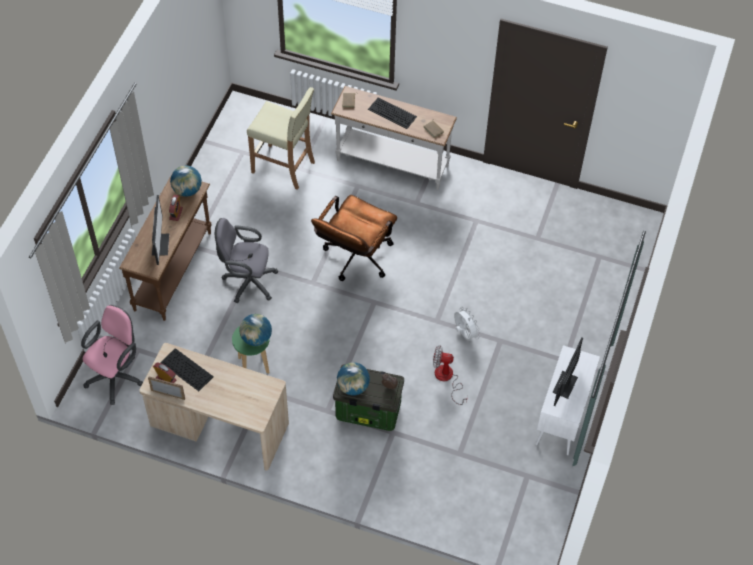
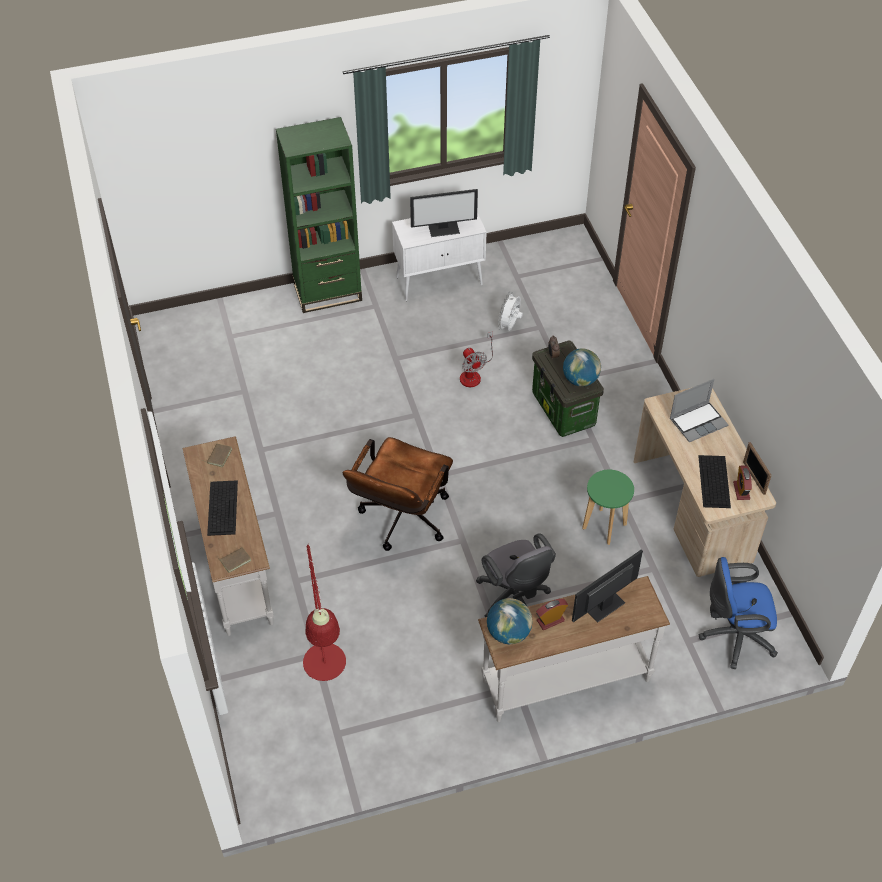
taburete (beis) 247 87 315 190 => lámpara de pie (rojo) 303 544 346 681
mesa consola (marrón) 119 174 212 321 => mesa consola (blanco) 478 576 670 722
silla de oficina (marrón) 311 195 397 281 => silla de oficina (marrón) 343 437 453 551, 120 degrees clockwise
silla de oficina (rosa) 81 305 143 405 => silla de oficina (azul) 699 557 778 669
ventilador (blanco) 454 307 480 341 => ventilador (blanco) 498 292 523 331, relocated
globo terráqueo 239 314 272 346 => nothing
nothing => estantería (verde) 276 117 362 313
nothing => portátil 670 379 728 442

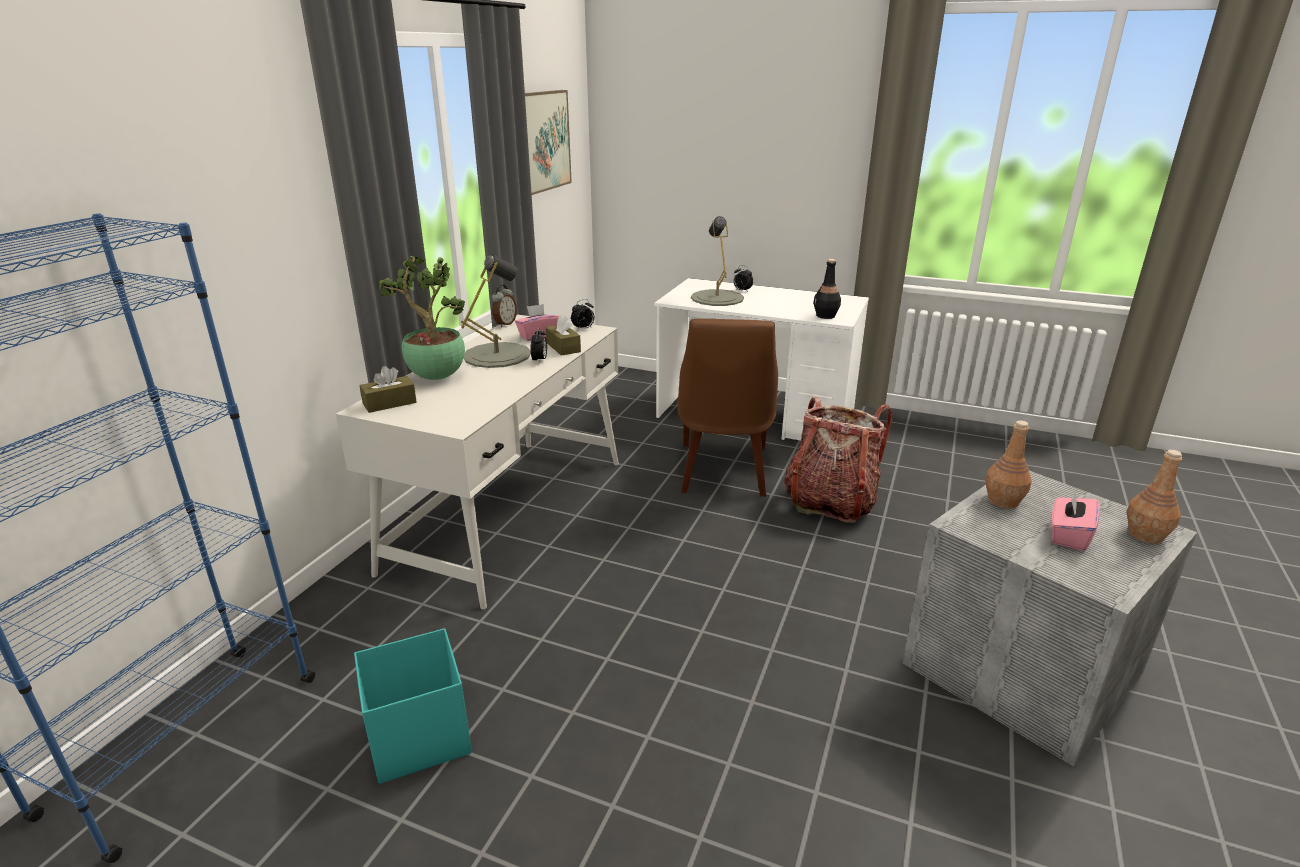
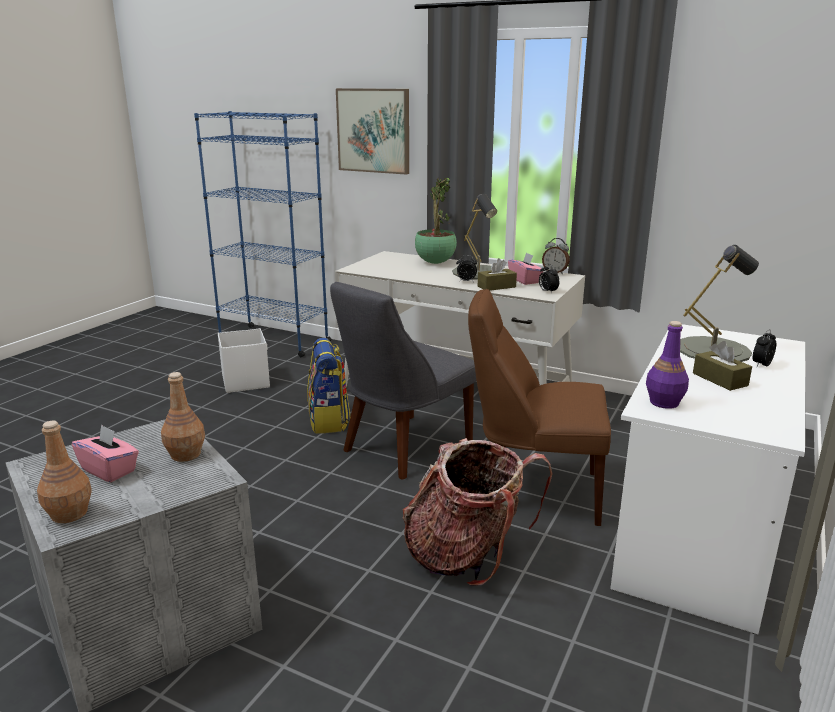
cuadro 525 90 572 195 => cuadro 336 88 409 175, relocated
botella (negro) 813 259 841 319 => botella (morado) 646 321 689 409
caja de pañuelos (marrón) 359 366 417 413 => caja de pañuelos (marrón) 693 341 752 391, relocated
caja de almacenaje (turquesa) 354 628 472 784 => caja de almacenaje (blanco) 218 328 270 393
nothing => silla (gris) 330 282 476 480
nothing => mochila 307 338 350 434

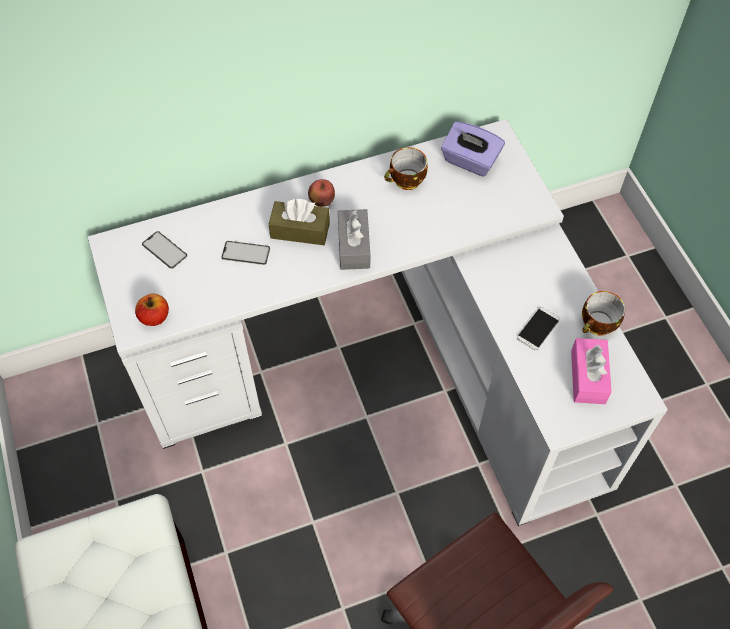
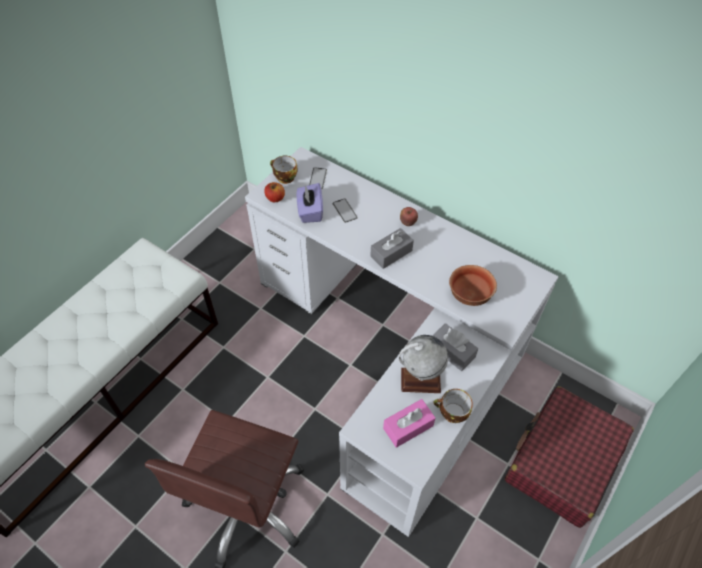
caja de pañuelos (morado) 441 121 505 177 => caja de pañuelos (morado) 297 183 323 223, relocated
taza 384 147 428 190 => taza 270 155 297 184, relocated
caja de pañuelos (marrón) 269 199 330 245 => nothing
móvil 517 307 560 350 => globo terráqueo 399 335 448 393
nothing => cuenco 449 265 497 306
nothing => caja de pañuelos (gris) 432 323 478 371
nothing => maleta (rojo) 505 386 634 528

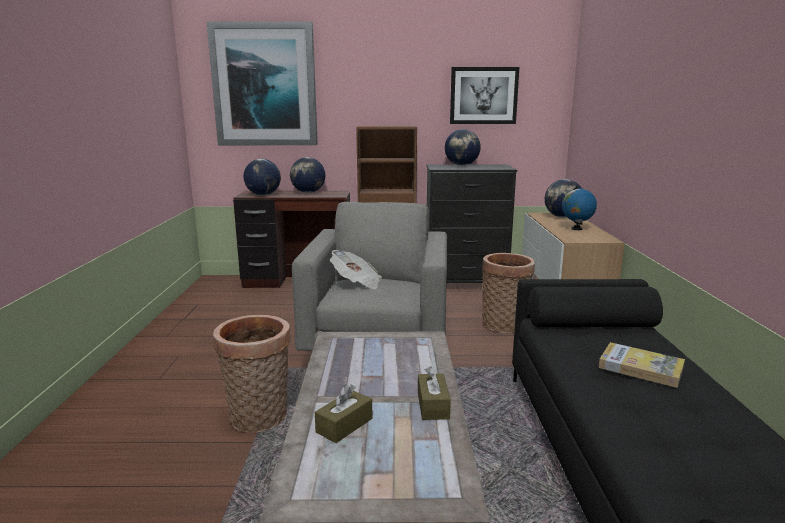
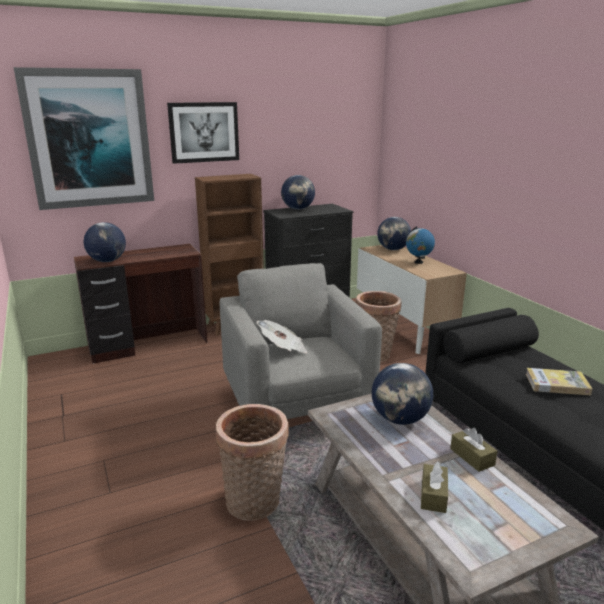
cuadro 450 67 519 124 => cuadro 167 102 239 164, relocated
globo terráqueo 290 157 325 193 => globo terráqueo 372 363 433 425, relocated

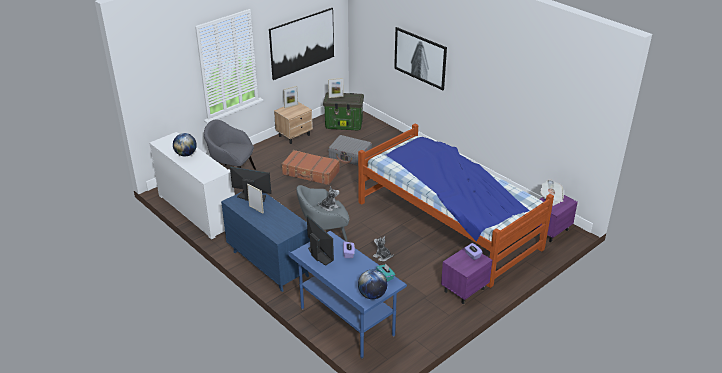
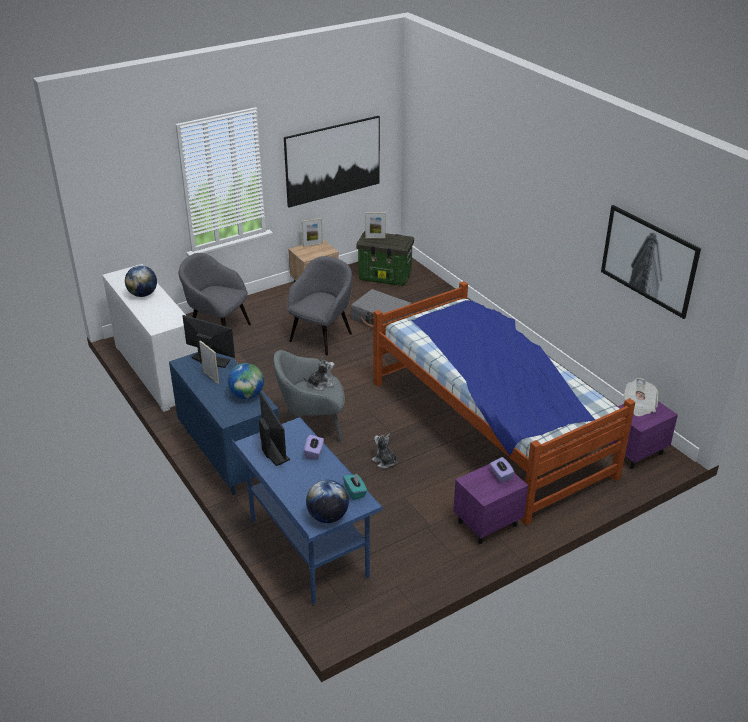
cuadro 394 27 447 90 => cuadro 601 205 701 319, relocated
maleta (marrón) 282 150 340 185 => sillón (gris) 288 256 352 355
nothing => globo terráqueo 228 363 264 399

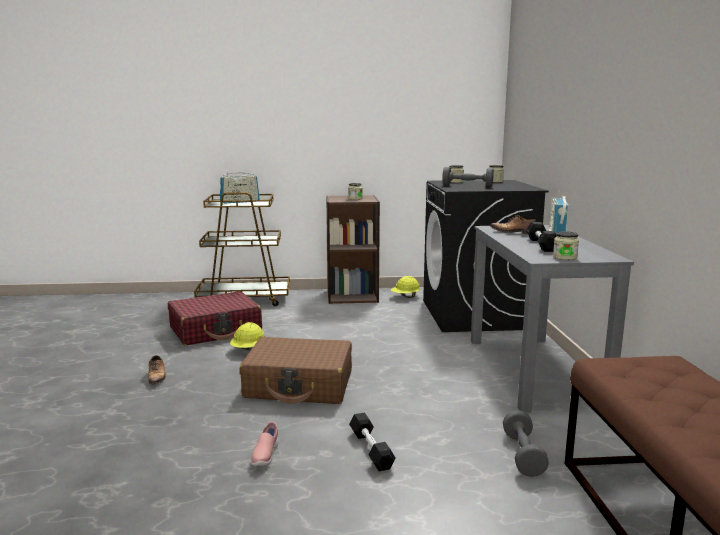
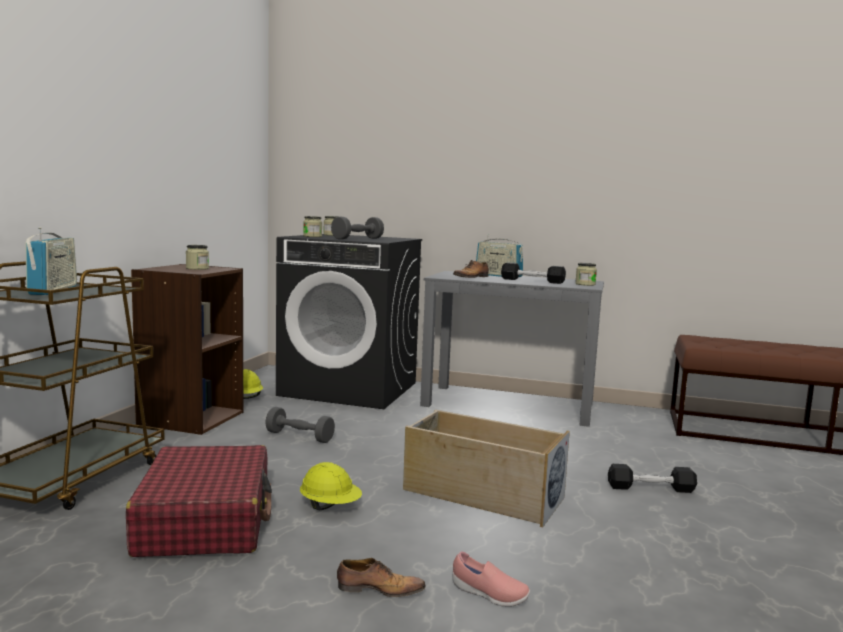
maleta (marrón) 239 337 352 404 => caja de almacenaje (beis) 403 409 570 527
mancuerna (gris) 503 410 549 477 => mancuerna (gris) 265 407 335 443, relocated
zapato (rosa) 251 421 279 467 => zapato (rosa) 452 552 530 607, relocated

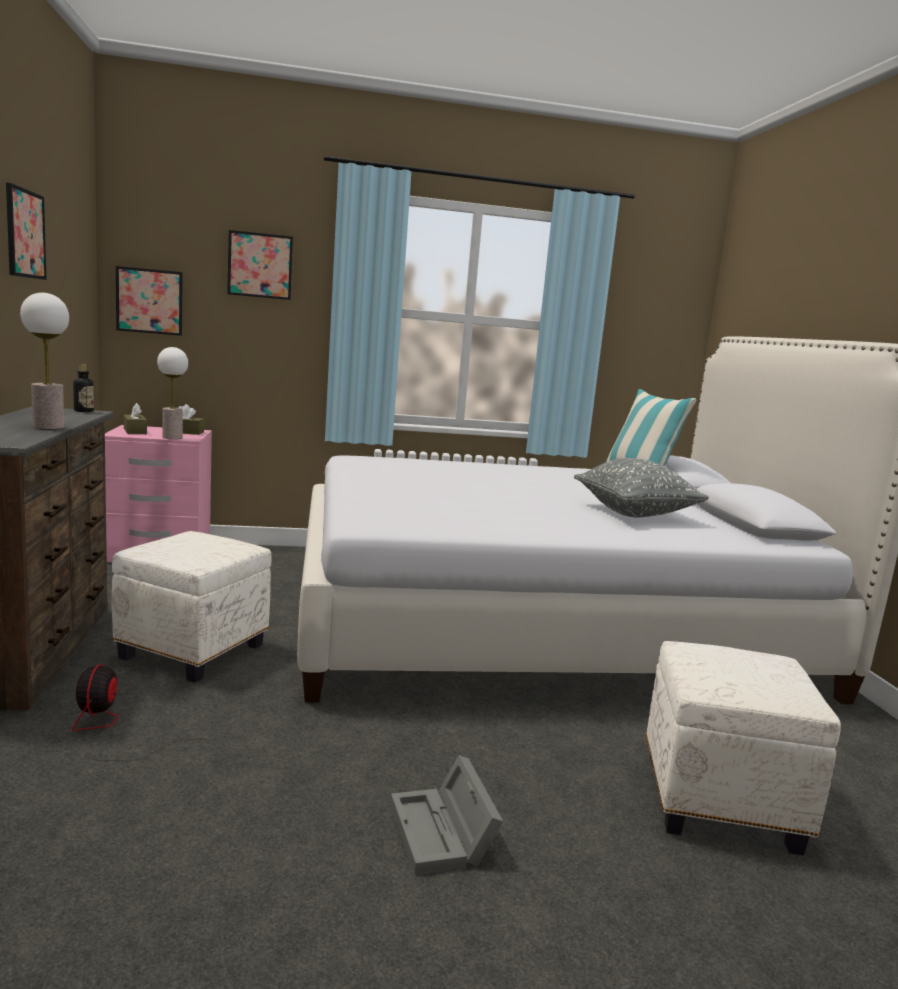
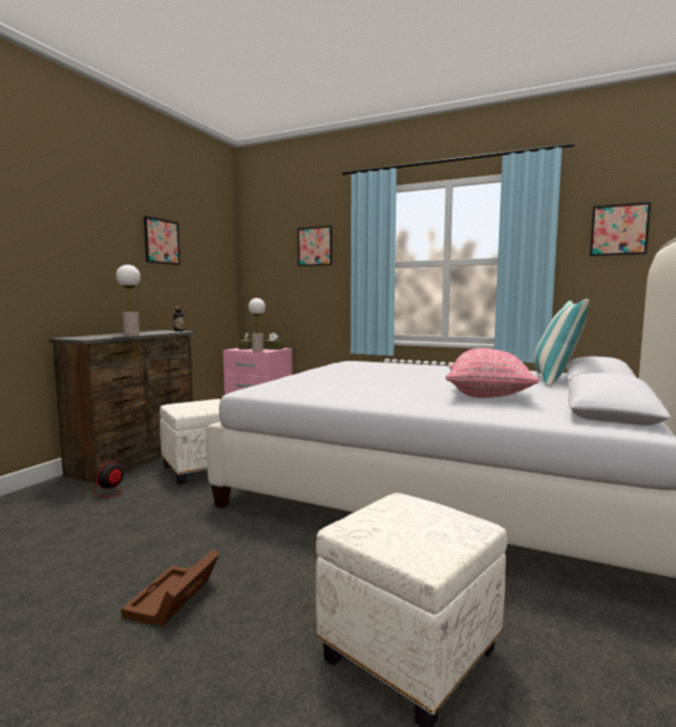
cuadro 116 266 183 336 => cuadro 590 202 651 256, relocated
cojín (gris) 574 458 709 517 => cojín (rosa) 446 348 539 398
caja de almacenaje (gris) 390 755 503 875 => caja de almacenaje (marrón) 121 549 220 627

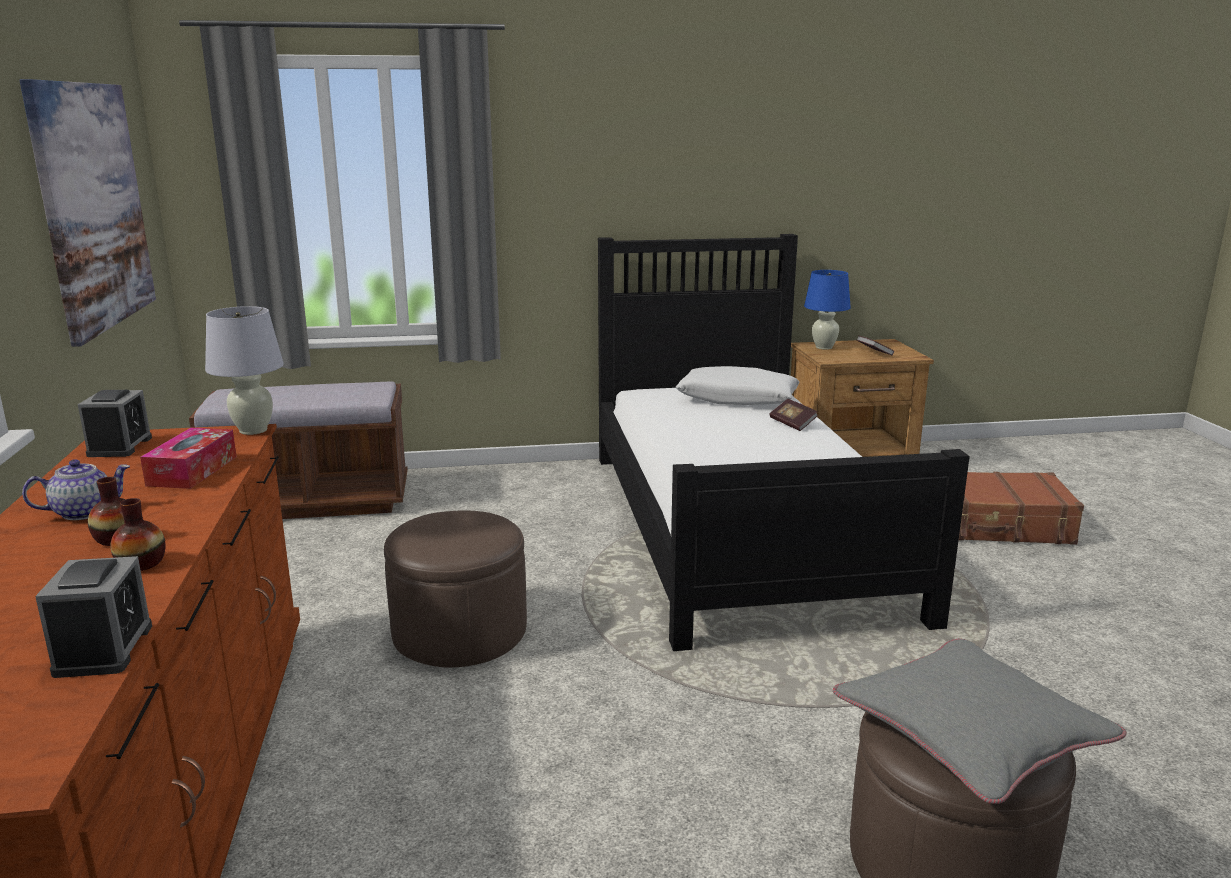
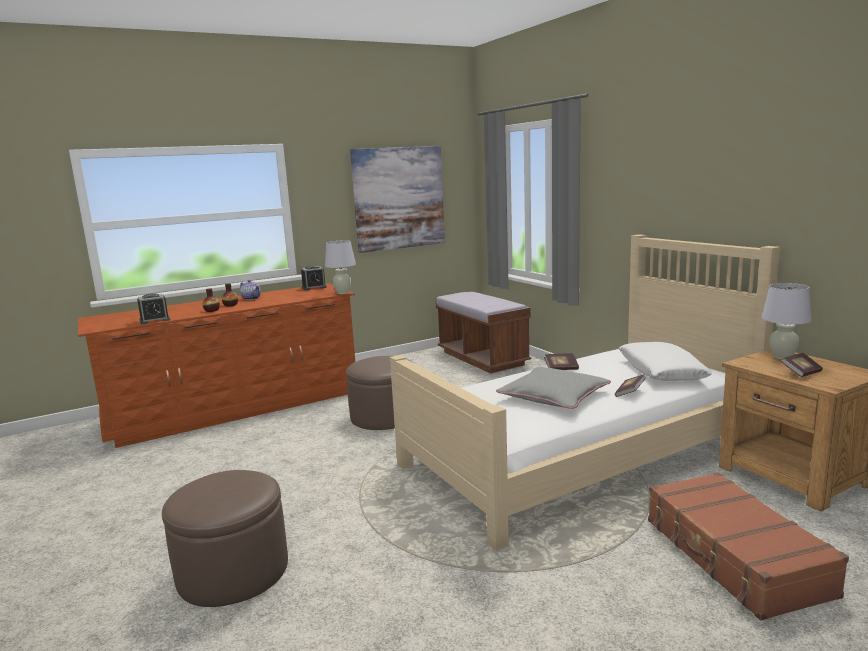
cama (negro) 598 234 970 651 => cama (beis) 390 234 780 551
lámpara de mesa (azul) 804 270 851 350 => lámpara de mesa (blanco) 761 283 812 360
caja de pañuelos 140 428 237 489 => nothing
cojín (gris) 833 639 1126 804 => cojín (gris) 496 367 611 409, relocated
nothing => libro 544 353 579 370

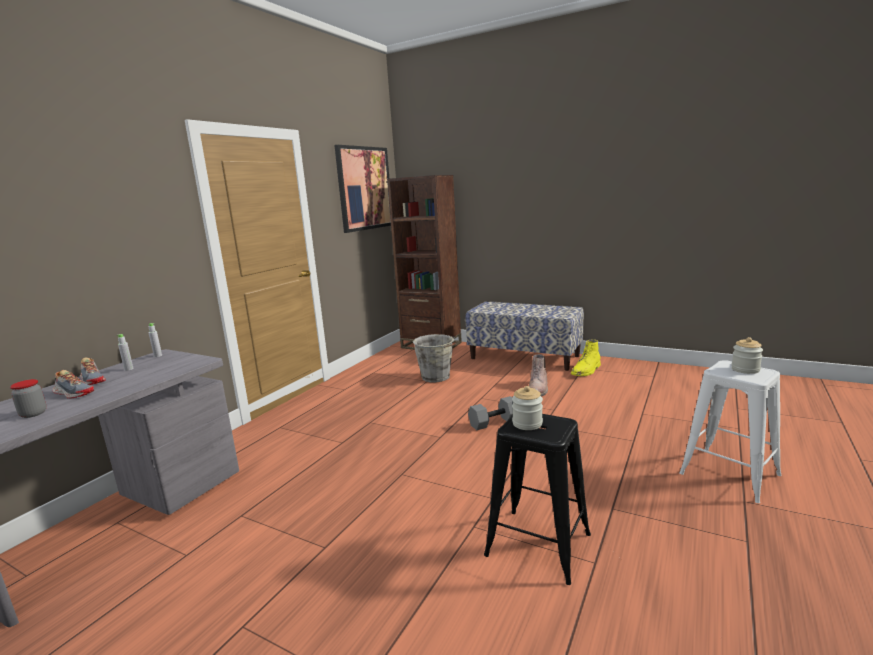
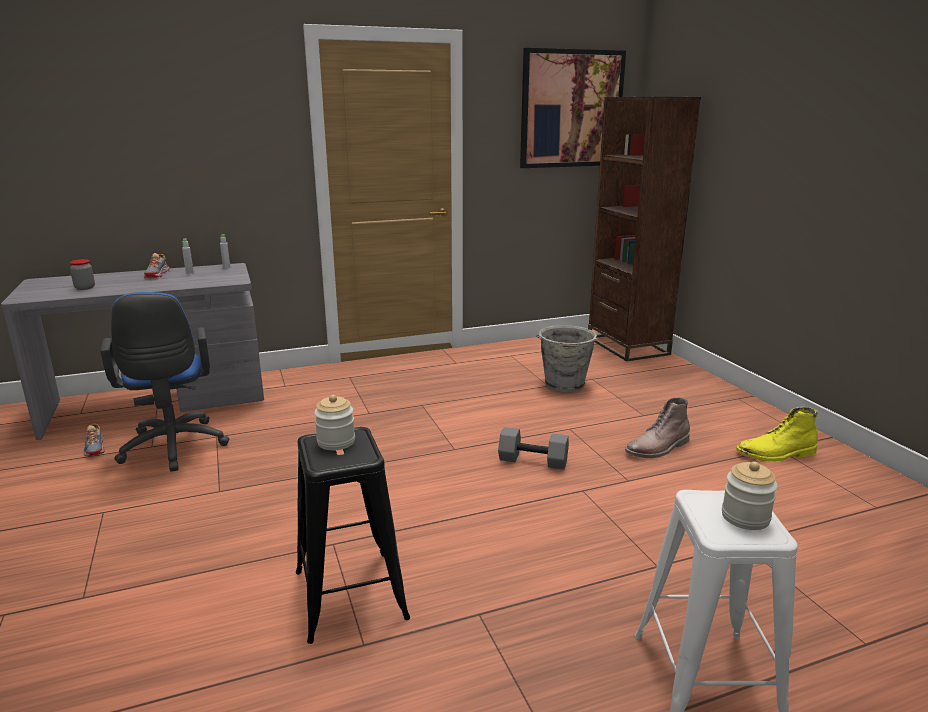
banco 465 301 584 371 => nothing
zapato 52 370 94 399 => zapato 83 423 105 456, relocated
nothing => silla de oficina (azul) 100 292 230 472

